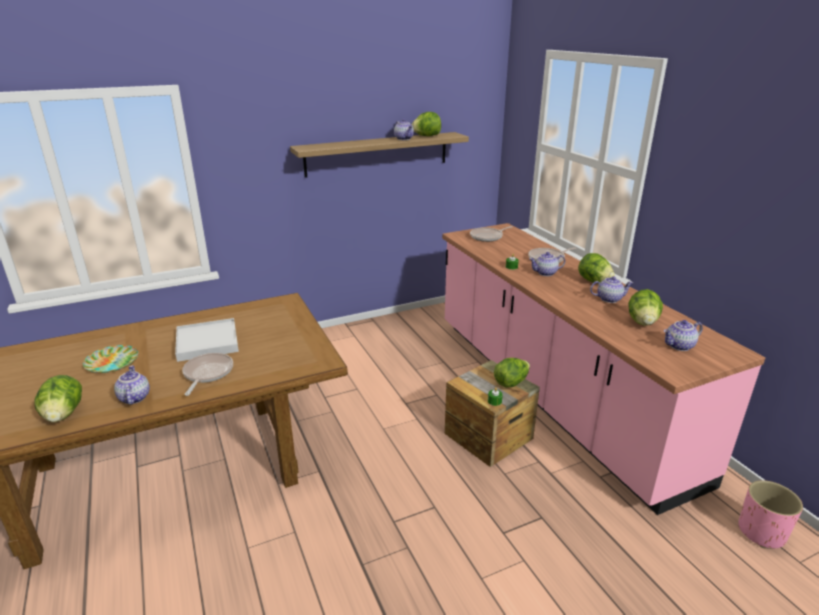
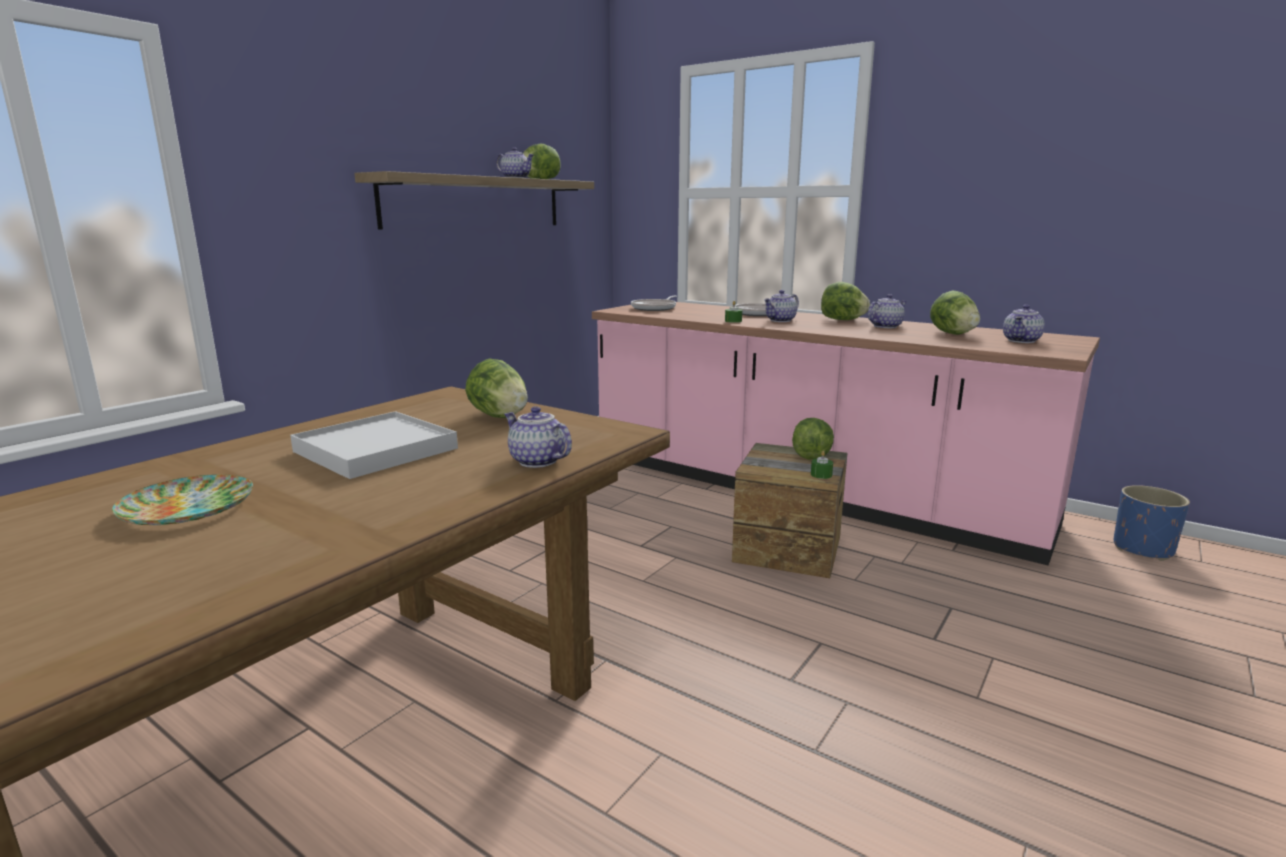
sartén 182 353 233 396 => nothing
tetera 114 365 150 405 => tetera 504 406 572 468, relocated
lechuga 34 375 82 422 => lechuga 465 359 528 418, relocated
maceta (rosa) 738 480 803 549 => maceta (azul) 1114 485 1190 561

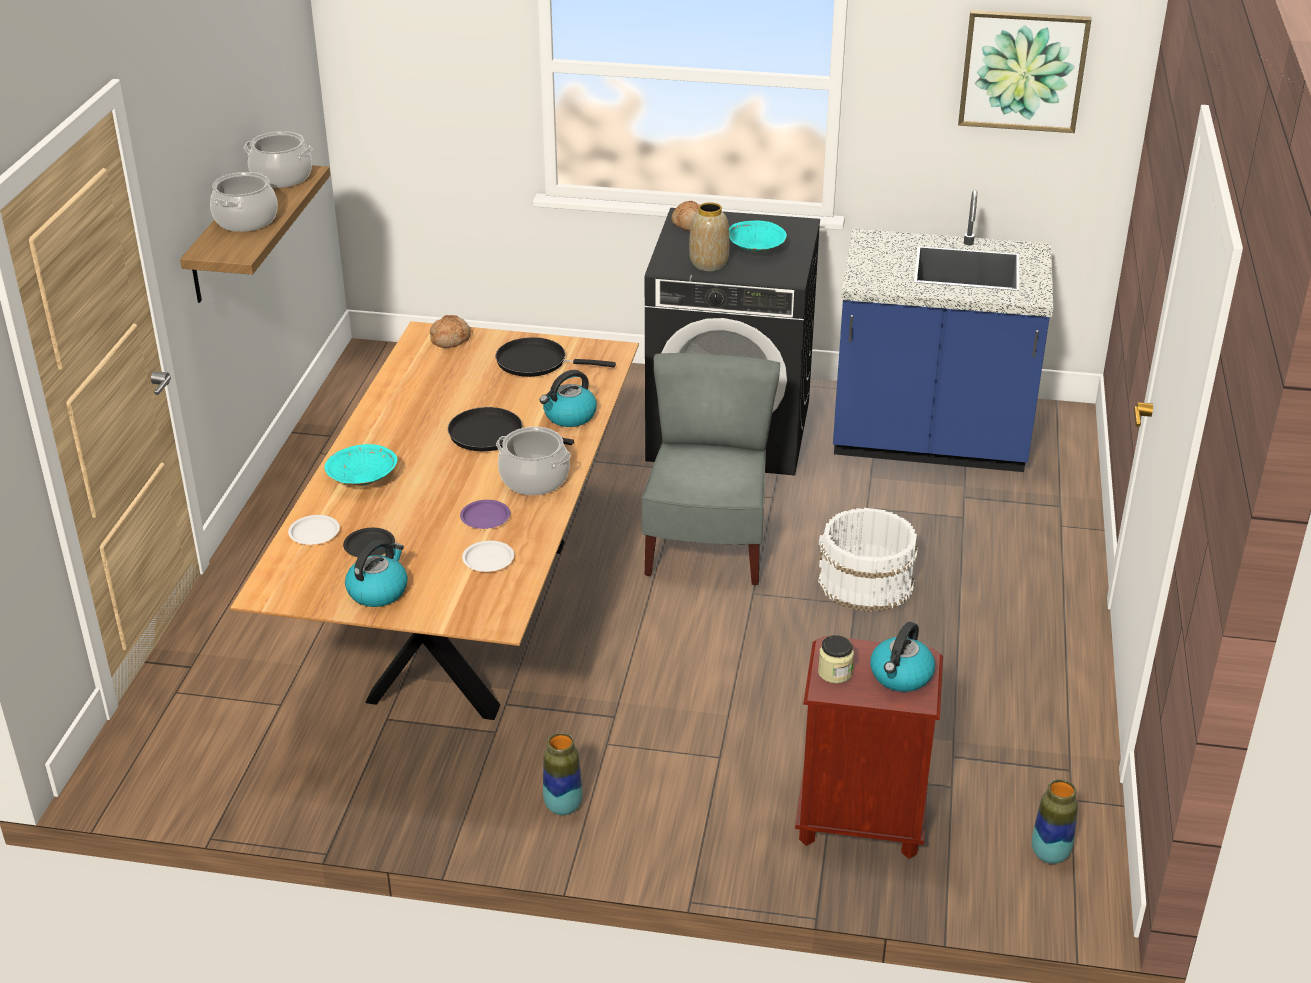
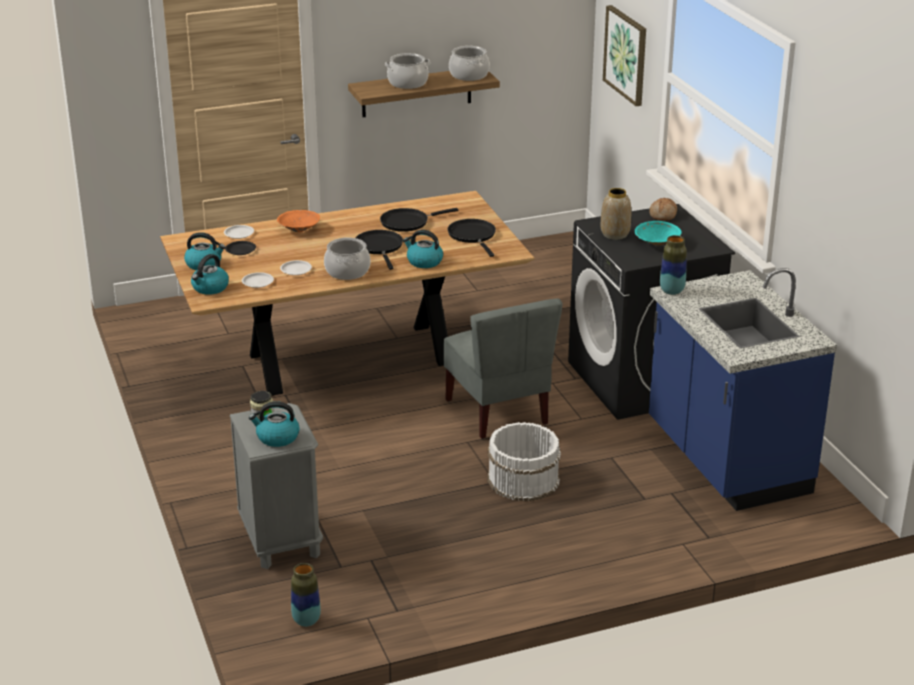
cuadro 958 10 1091 133 => cuadro 603 5 646 106, relocated
pan 430 315 471 348 => nothing
silla (gris) 642 353 780 586 => silla (gris) 443 299 563 439, 90 degrees clockwise
cuenco (turquesa) 324 444 398 486 => cuenco (naranja) 277 210 320 232
plato (morado) 460 500 510 529 => plato (blanco) 280 260 312 275
mesita de noche (marrón) 795 636 943 859 => mesita de noche (gris) 230 403 323 569
florero 543 733 582 815 => florero 660 235 687 295, relocated
nothing => sartén (negro) 380 208 458 232
nothing => hervidor 191 254 229 295

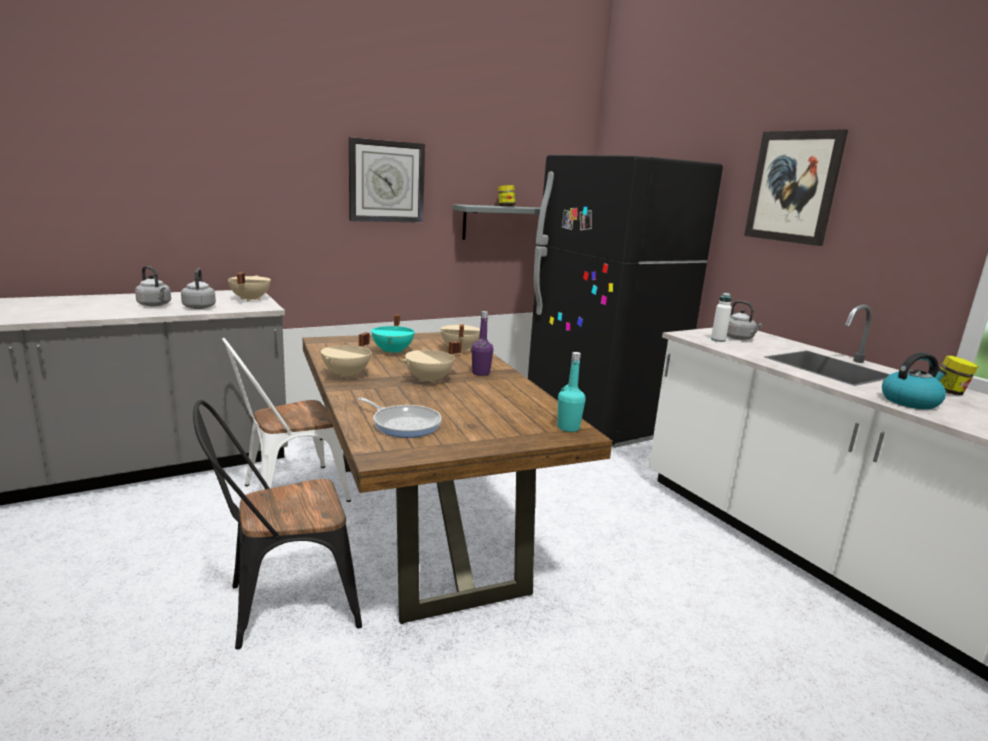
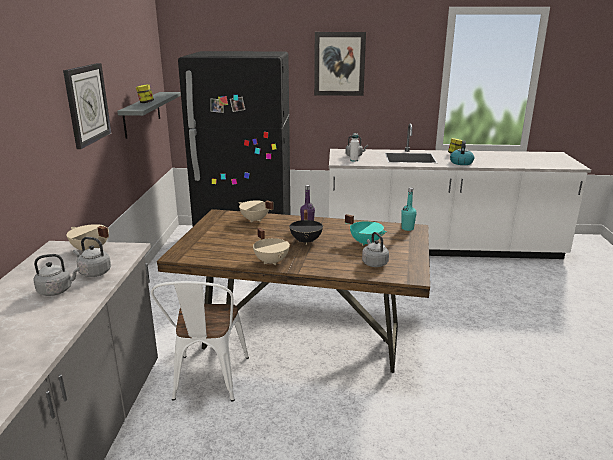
olla (turquesa) 371 314 415 355 => olla (turquesa) 345 214 387 246, relocated
olla (beis) 402 341 462 384 => olla (negro) 289 210 323 245
sartén 358 398 442 438 => hervidor (gris) 362 232 389 267
silla (negro) 193 400 362 650 => nothing

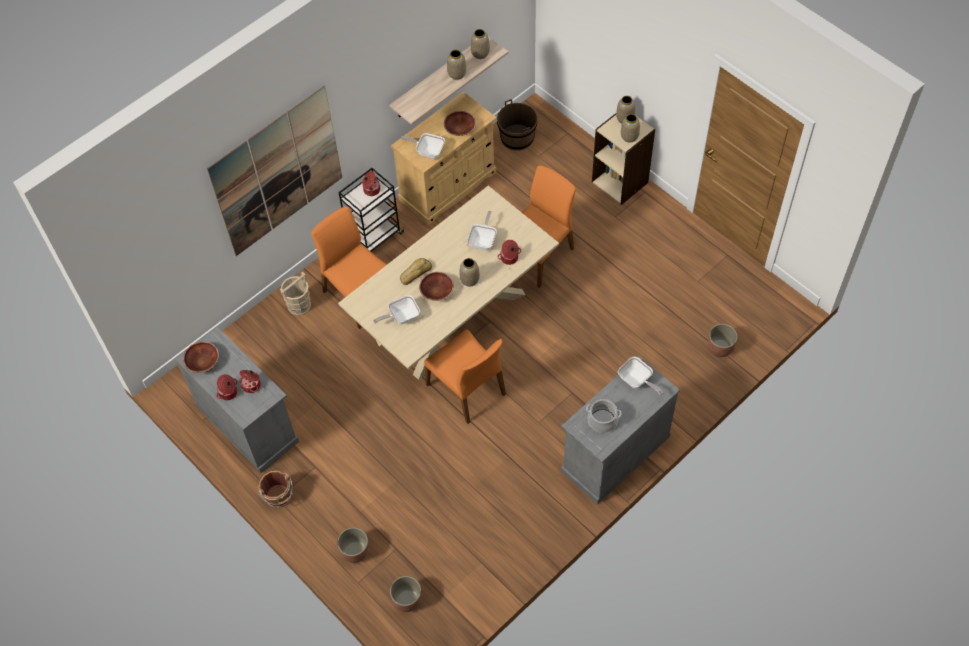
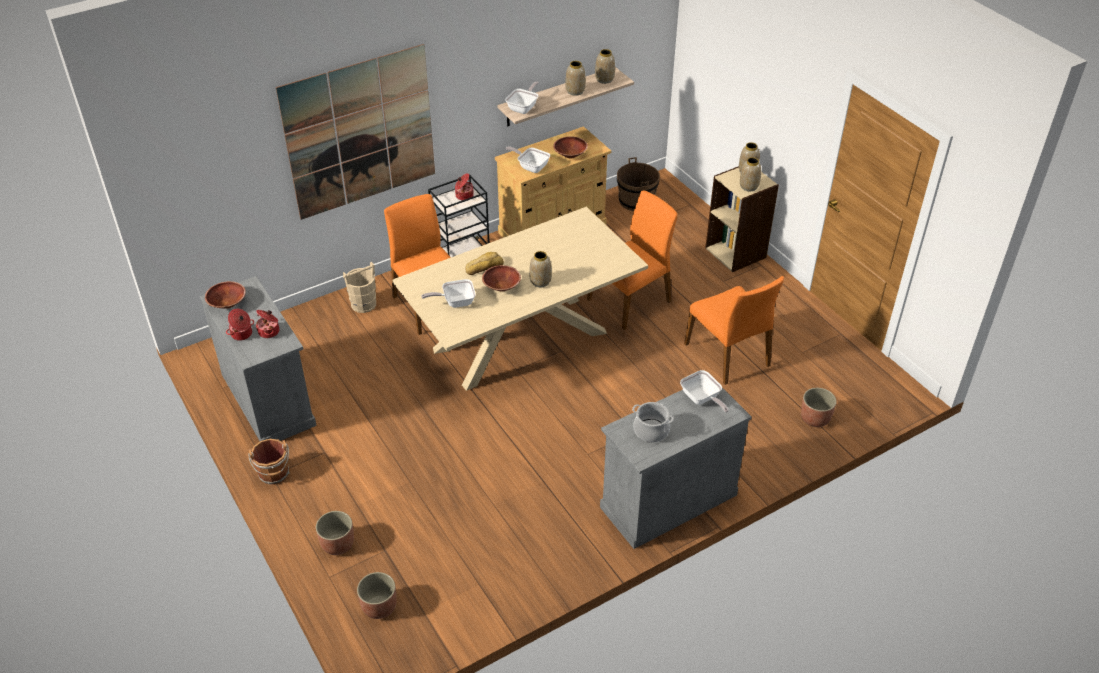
sartén 467 211 497 251 => sartén 505 81 539 114, relocated
olla 498 240 521 265 => nothing
silla (naranja) 424 329 506 424 => silla (naranja) 684 276 784 385, relocated

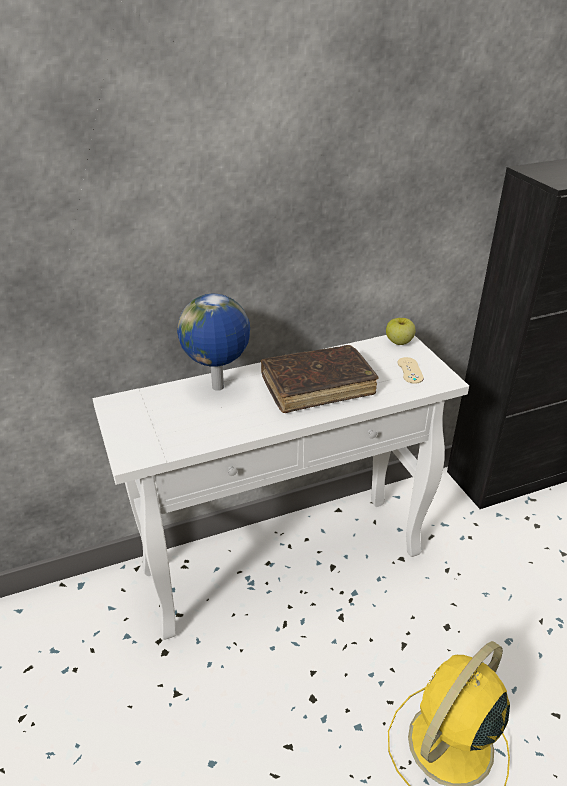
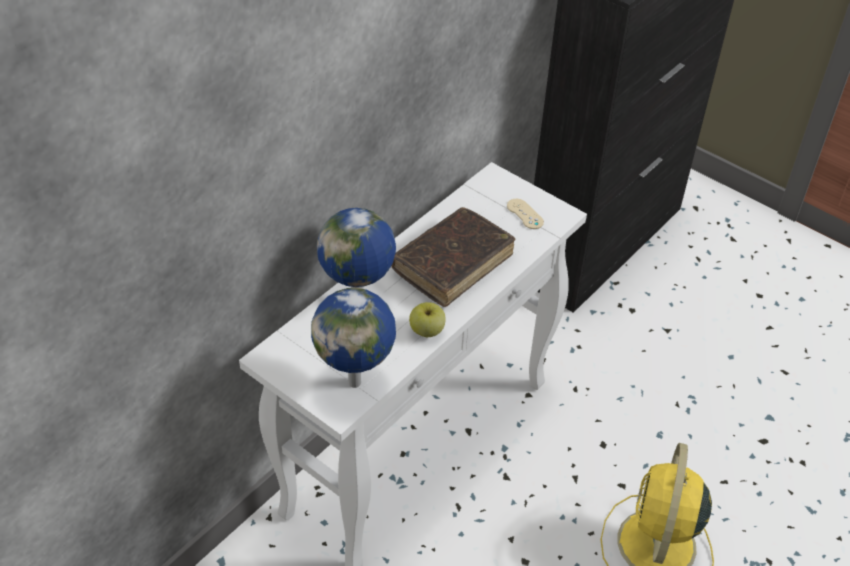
manzana 386 318 416 345 => manzana 409 302 446 337, relocated
nothing => globo terráqueo 311 288 396 388

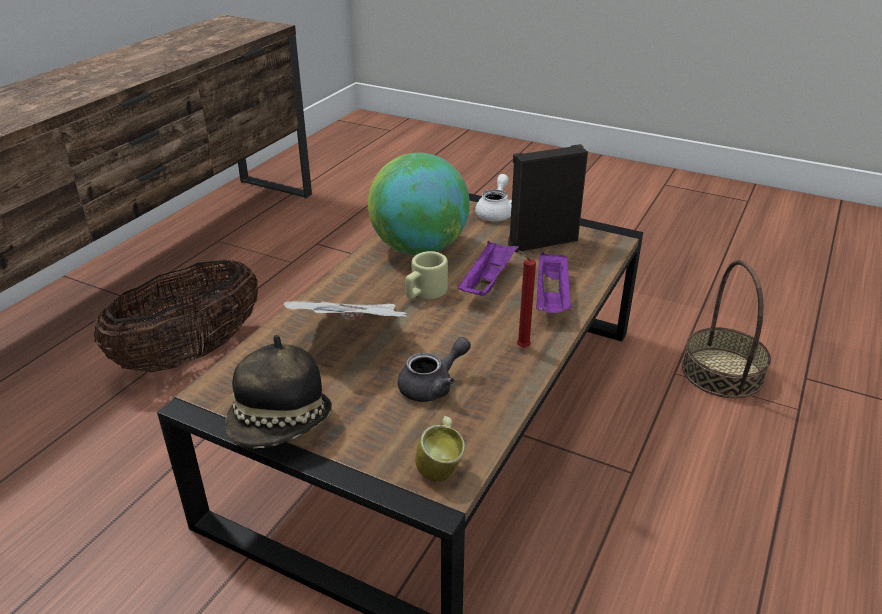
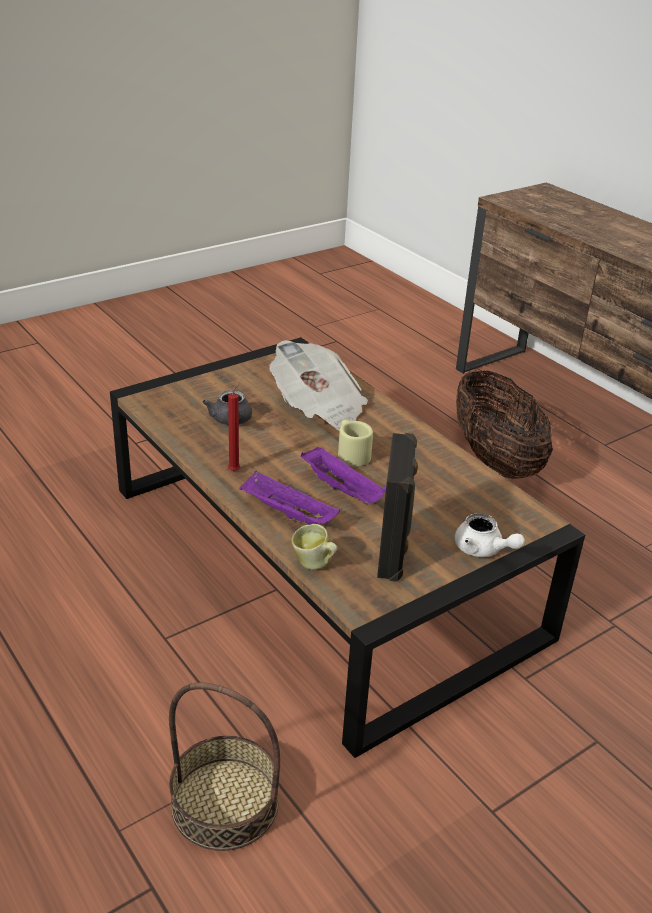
globo terráqueo 368 153 470 255 => nothing
sombrero 225 335 332 449 => nothing
taza grande 415 416 465 482 => taza grande 291 524 338 570, relocated

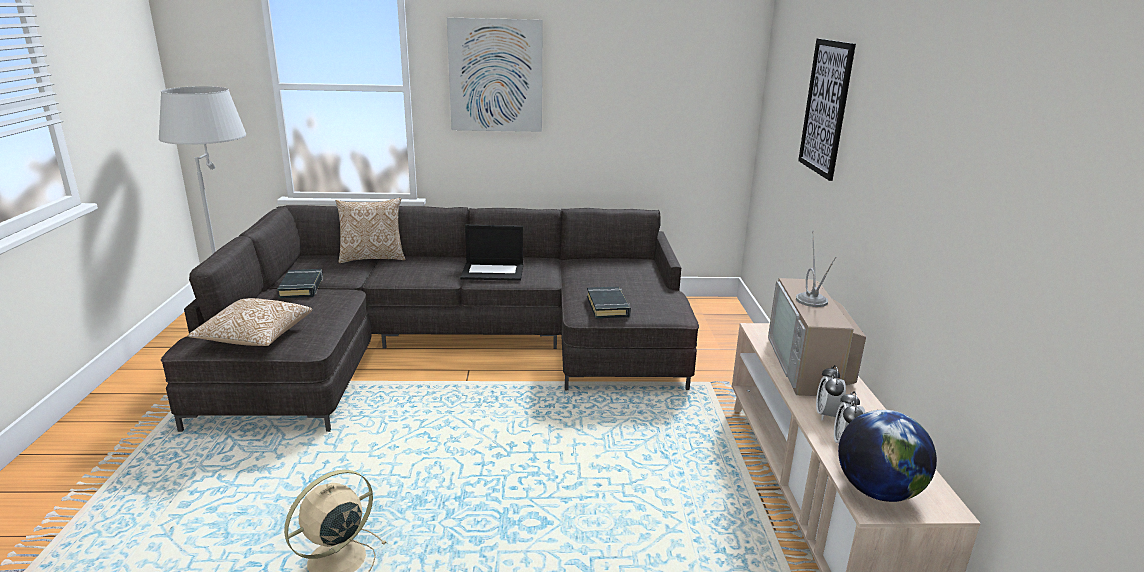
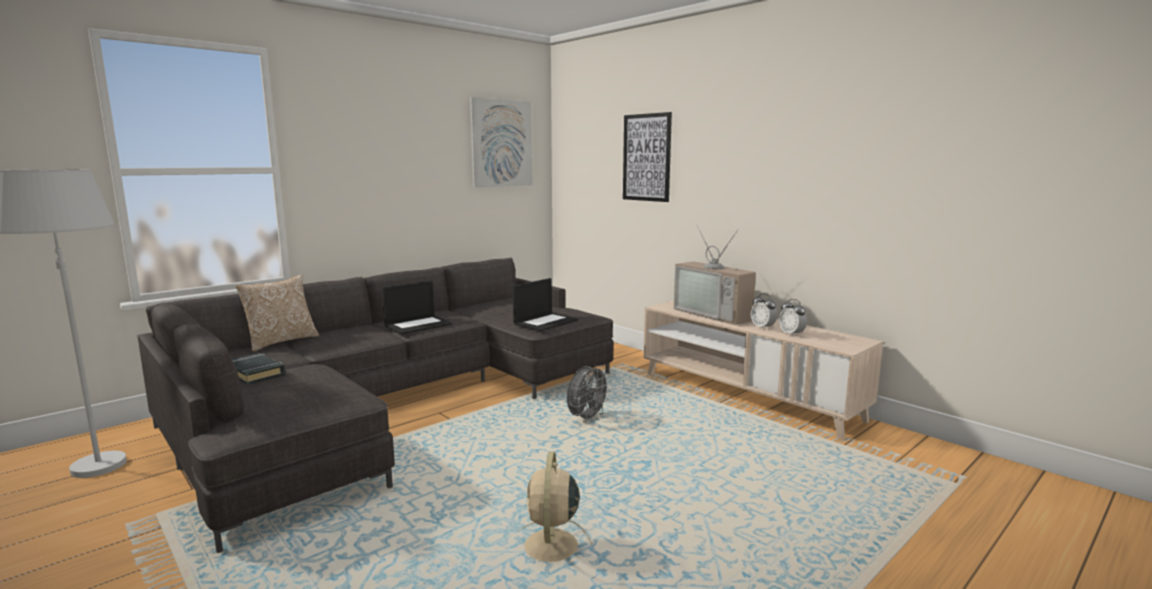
cuadro 447 17 543 132 => cuadro 470 97 533 187, relocated
libro (negro) 587 287 631 318 => portátil 512 278 578 331
cojín 187 298 312 346 => nothing
globo terráqueo 838 410 937 502 => nothing
nothing => ventilador (gris) 567 365 611 423

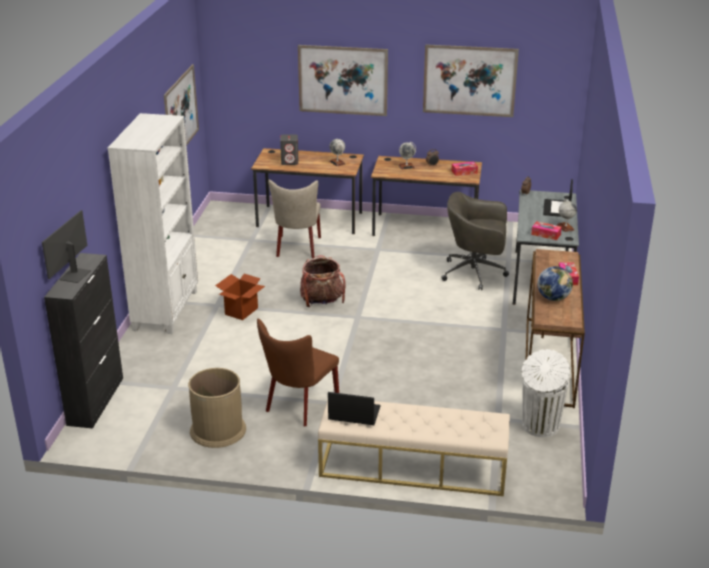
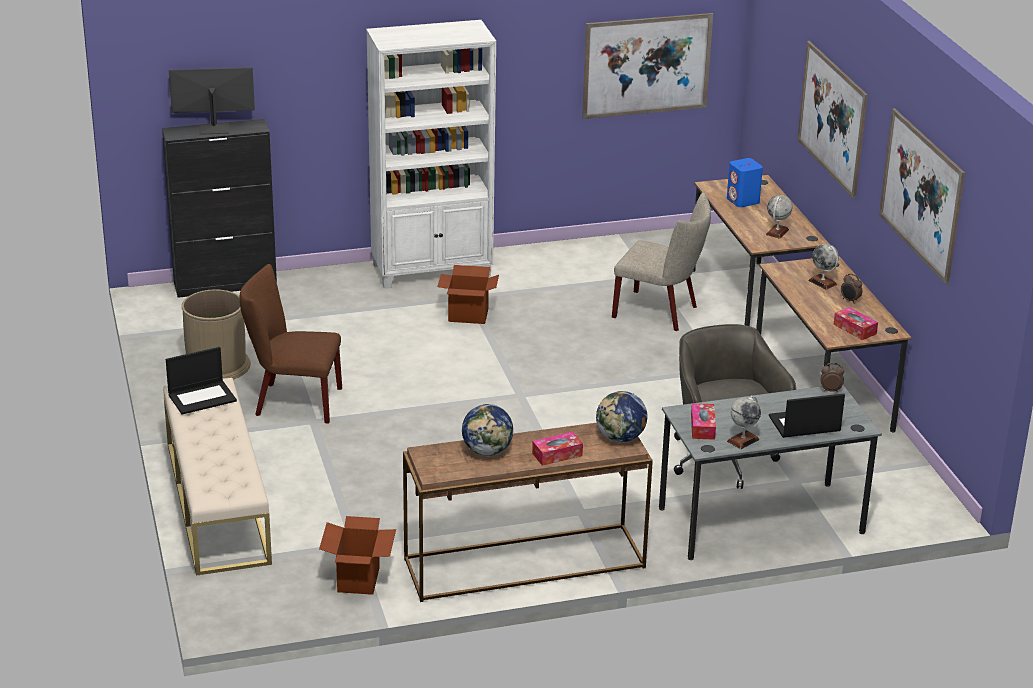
altavoz (gris) 280 134 298 165 => altavoz (azul) 727 158 763 207
silla (beis) 268 179 321 258 => silla (beis) 612 192 711 331, 135 degrees counterclockwise
mochila 300 255 346 307 => nothing
papelera (blanco) 522 349 570 437 => caja de cartón 319 516 396 595
portátil 328 392 380 425 => portátil 166 347 237 414, 75 degrees clockwise
nothing => globo terráqueo 596 391 648 442

